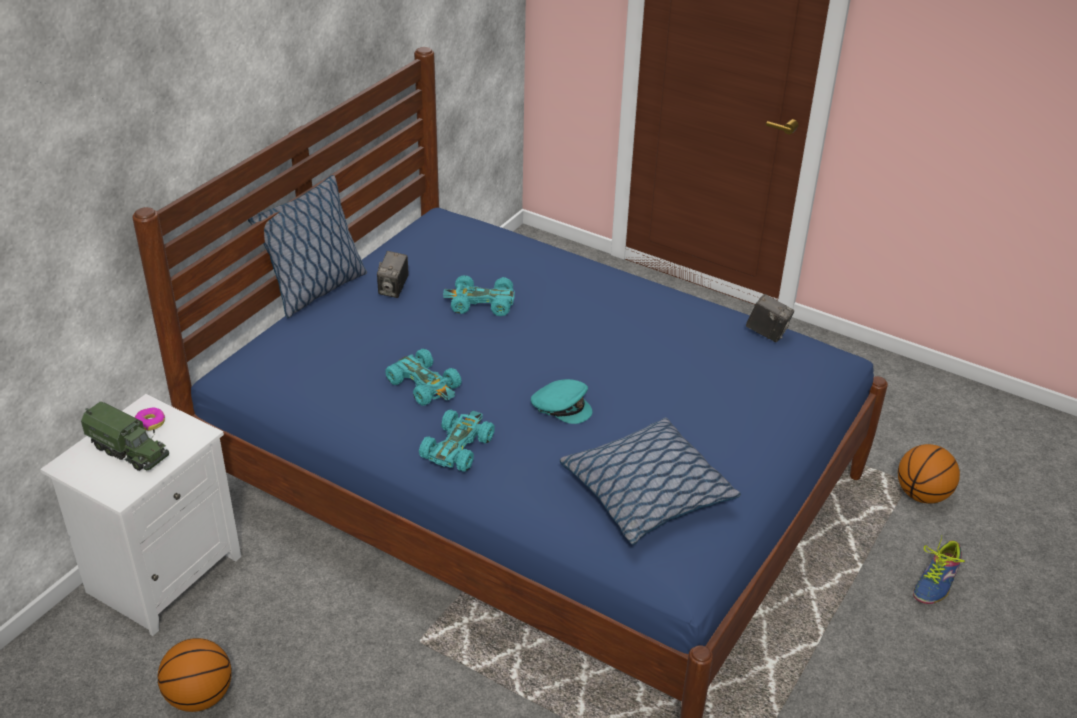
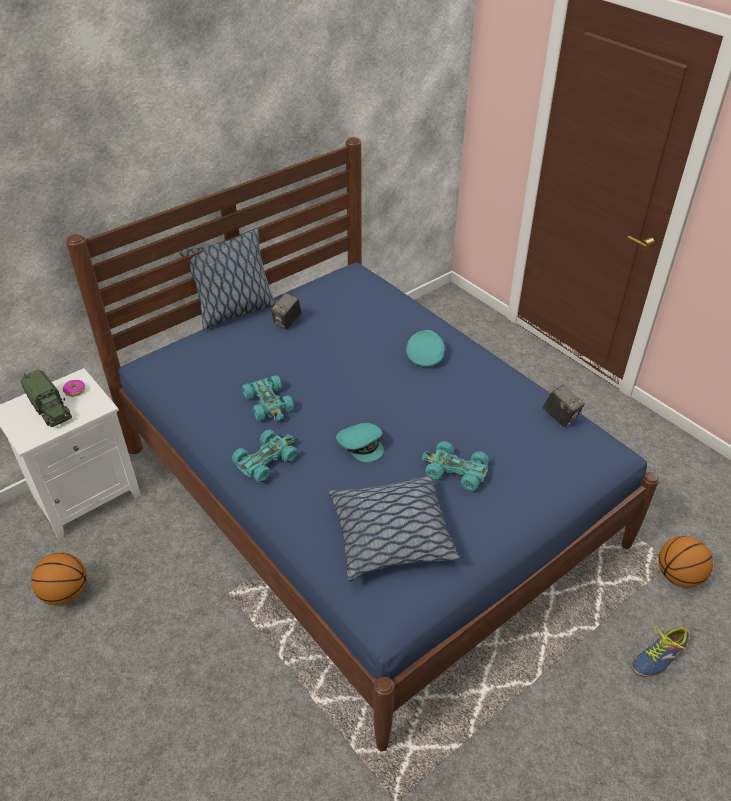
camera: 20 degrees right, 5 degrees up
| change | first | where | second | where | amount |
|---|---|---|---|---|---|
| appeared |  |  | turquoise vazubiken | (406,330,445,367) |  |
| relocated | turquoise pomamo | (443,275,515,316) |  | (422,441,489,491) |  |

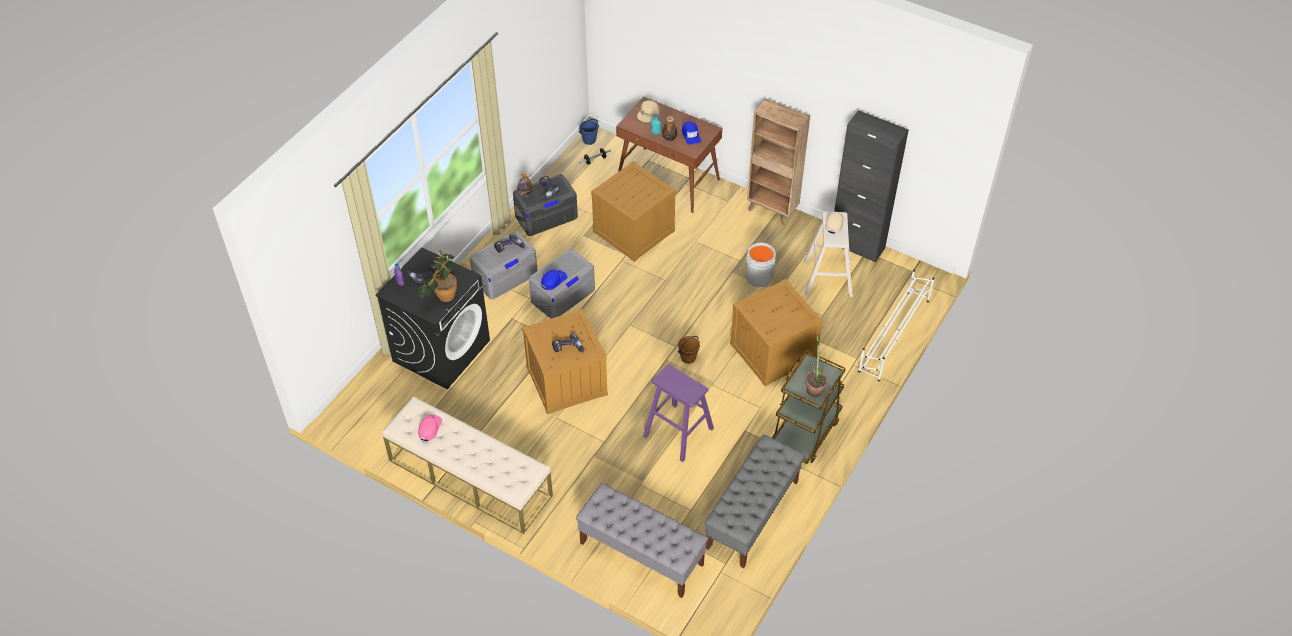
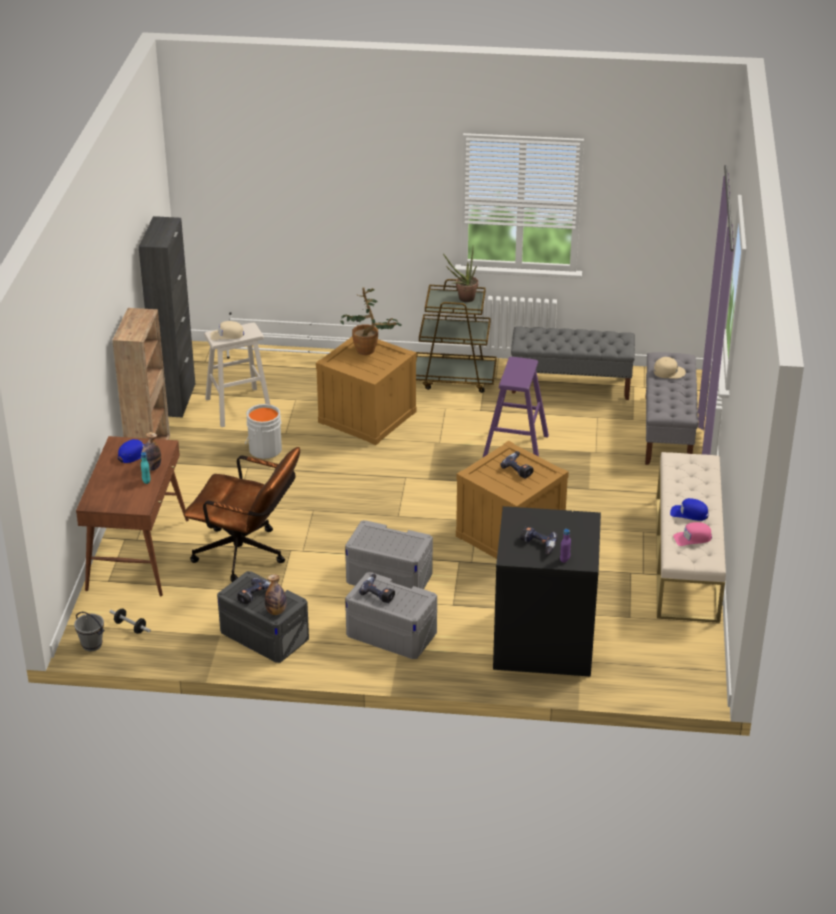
camera: 115 degrees left, 15 degrees down
| change | first | where | second | where | amount |
|---|---|---|---|---|---|
| missing | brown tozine | (678,336,700,364) |  |  |  |
| relocated | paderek | (417,250,457,302) |  | (340,287,402,355) |  |
| relocated | blue vazubiken | (541,270,568,290) |  | (670,498,708,521) |  |
| relocated | beige vazubiken | (637,100,660,122) |  | (654,357,686,379) |  |
| exchanged | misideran | (591,161,676,262) | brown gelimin | (184,447,300,582) |  |
| colour | blue tozine | (579,119,599,145) | grey tozine | (74,612,104,651) |  |

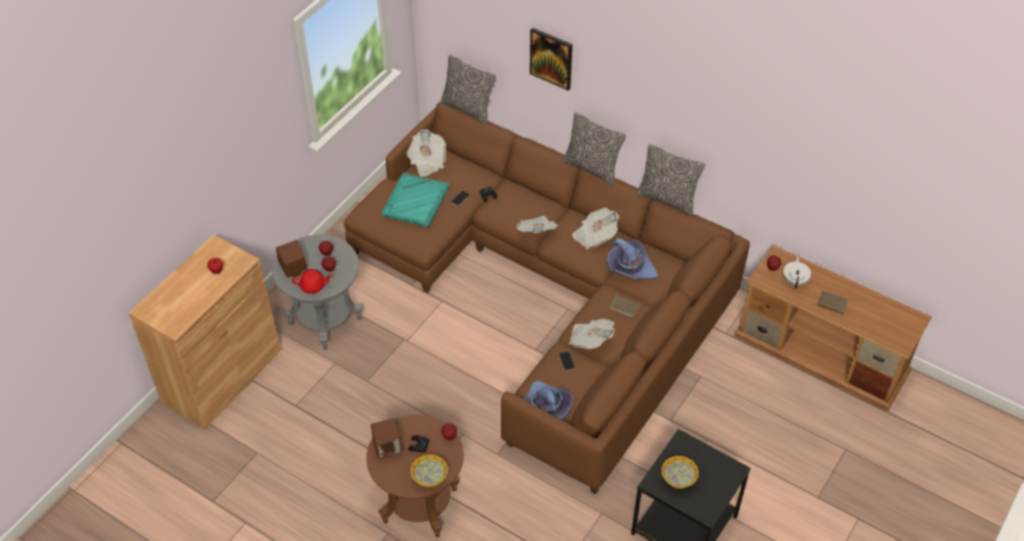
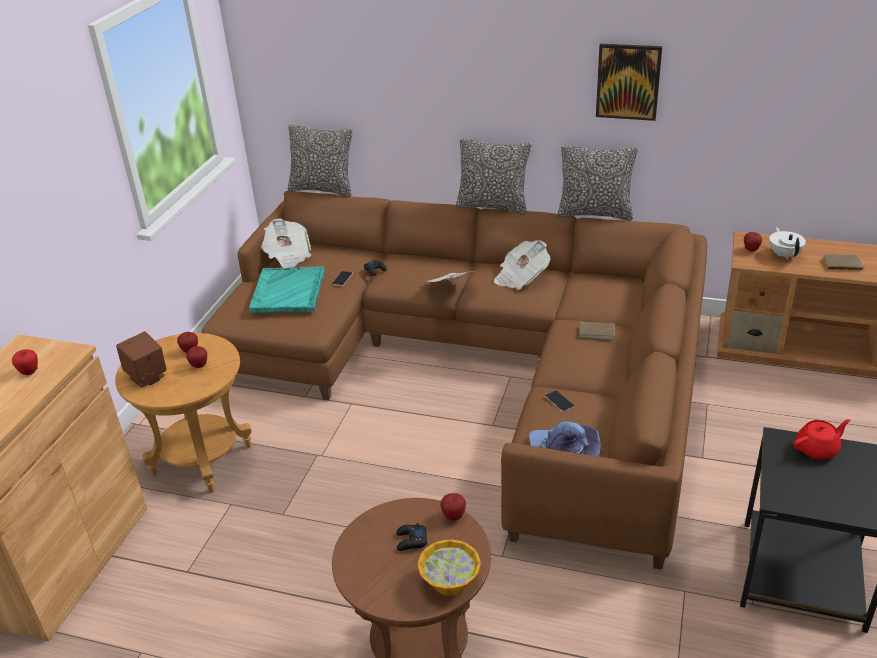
camera: 15 degrees left, 15 degrees down
| change | first | where | second | where | amount |
|---|---|---|---|---|---|
| missing | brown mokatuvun | (371,418,403,459) |  |  |  |
| missing | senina | (569,318,615,349) |  |  |  |
| missing | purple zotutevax | (607,238,658,280) |  |  |  |
| missing | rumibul | (662,456,699,489) |  |  |  |
| relocated | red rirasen | (292,269,333,294) |  | (794,419,851,459) |  |
| relocated | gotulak | (530,27,572,91) |  | (596,44,662,121) |  |
| colour | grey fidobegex | (272,235,362,350) | brown fidobegex | (115,333,252,493) |  |

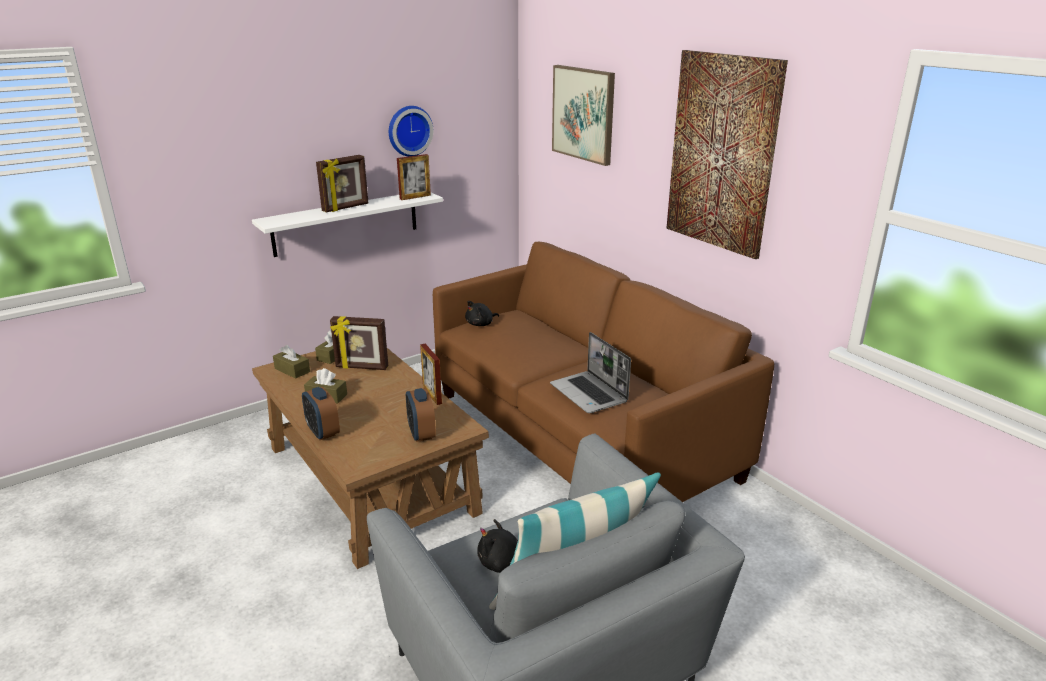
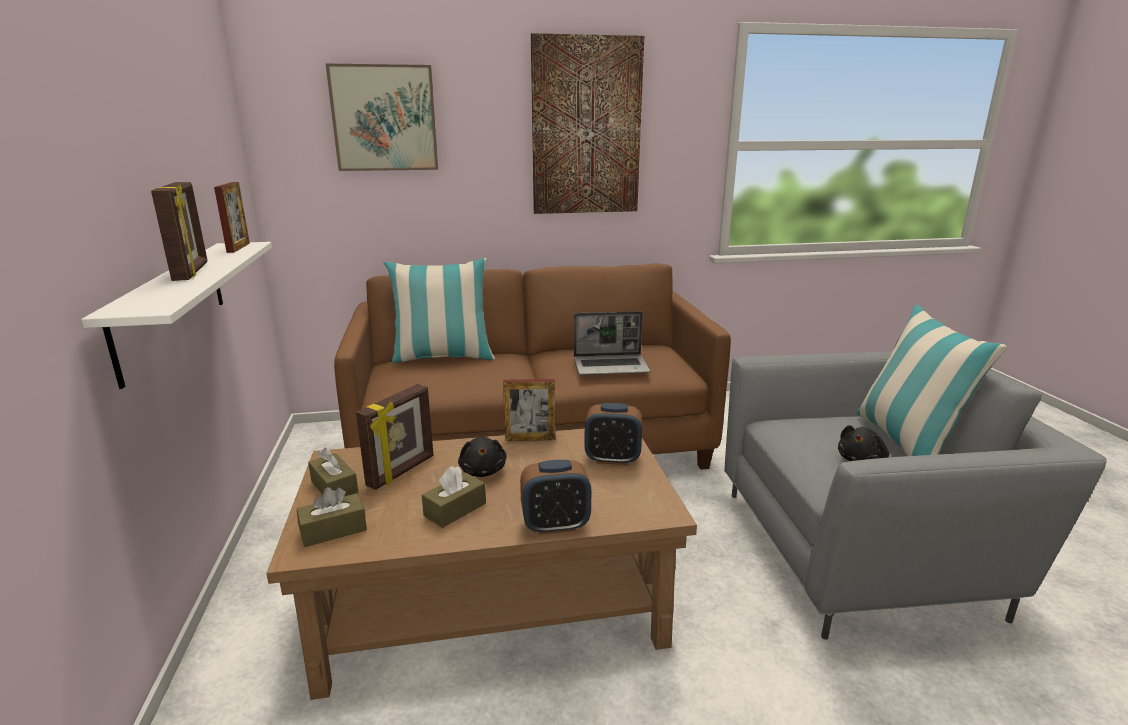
camera: 65 degrees left, 5 degrees down
| change | first | where | second | where | amount |
|---|---|---|---|---|---|
| missing | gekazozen | (389,106,433,157) |  |  |  |
| appeared |  |  | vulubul | (384,258,495,363) |  |
| relocated | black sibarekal | (465,301,499,326) |  | (458,437,507,477) |  |

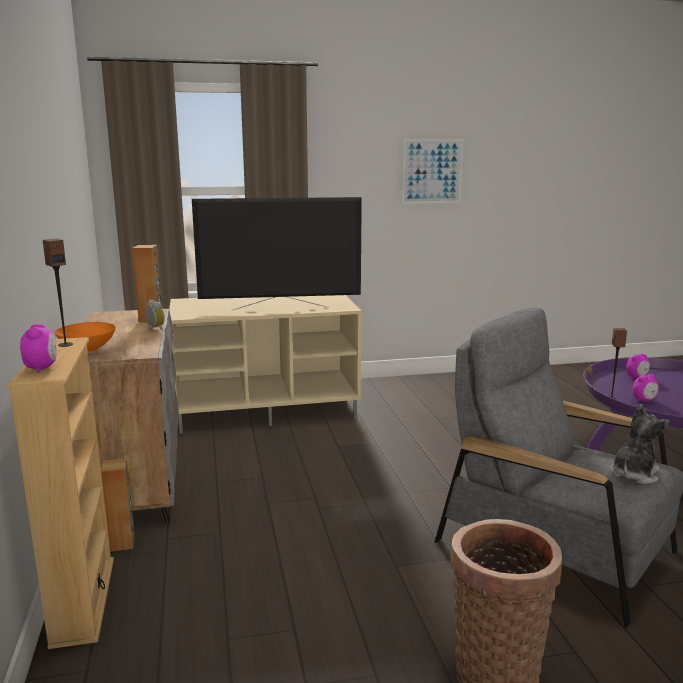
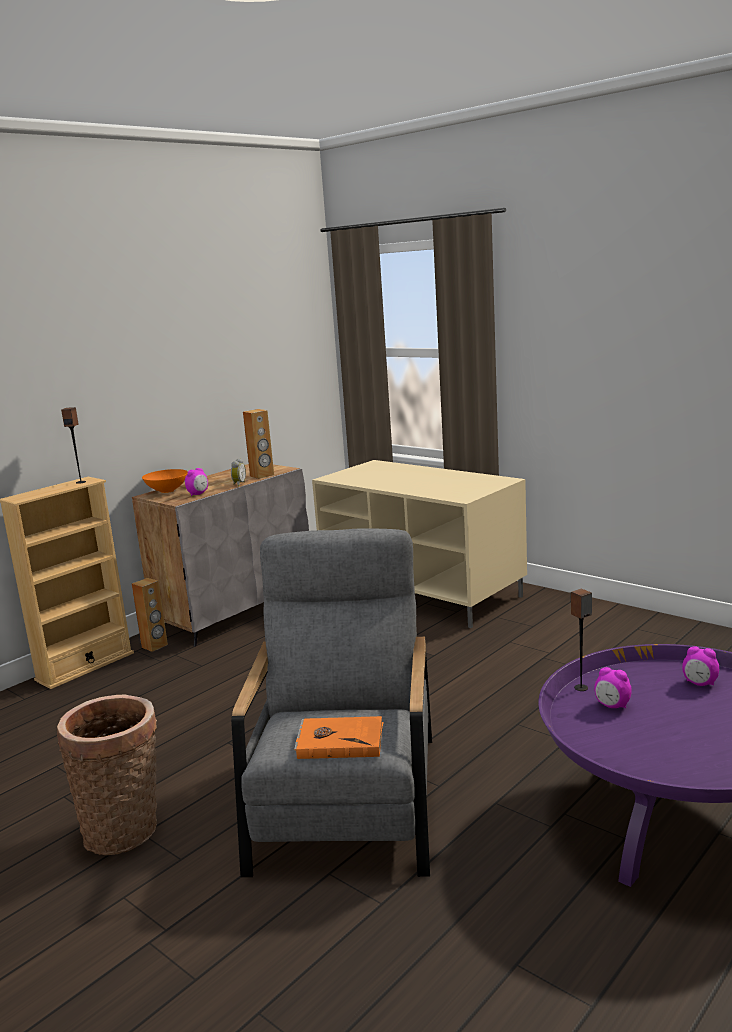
camera: 55 degrees right, 0 degrees up
| change | first | where | second | where | amount |
|---|---|---|---|---|---|
| missing | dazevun | (192,197,362,311) |  |  |  |
| missing | gotulak | (402,139,463,204) |  |  |  |
| relocated | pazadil | (20,324,57,372) |  | (185,468,208,496) |  |
| exchanged | sibarekal | (610,404,670,484) | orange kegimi | (294,716,384,759) |  |

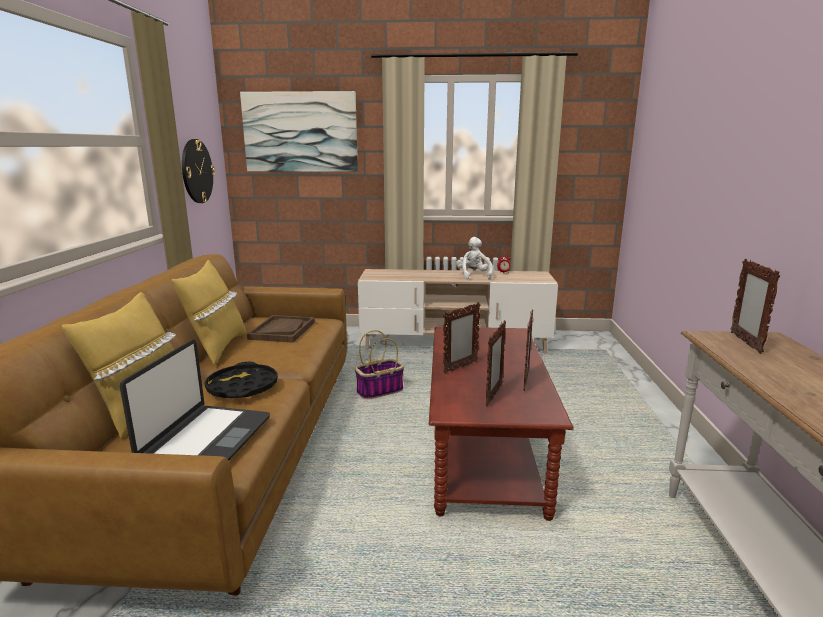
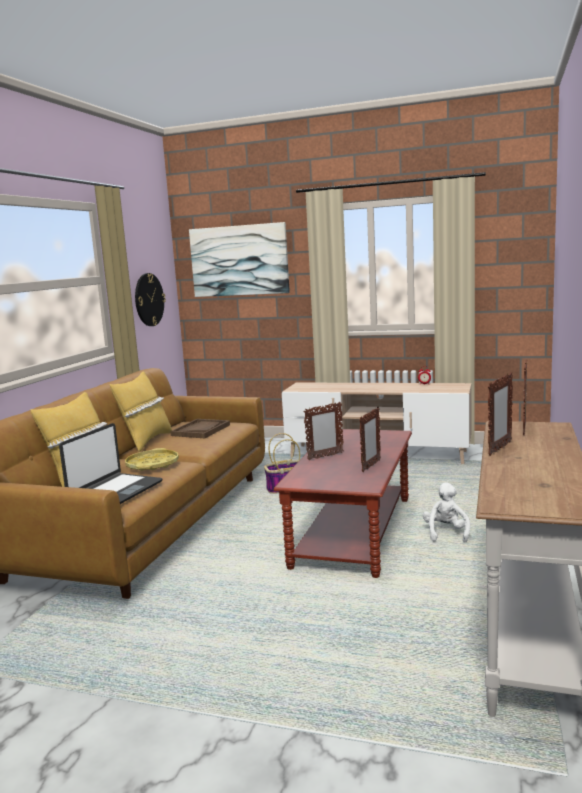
camera: 15 degrees right, 5 degrees down
| change | first | where | second | where | amount |
|---|---|---|---|---|---|
| relocated | white sibarekal | (456,237,493,280) |  | (423,482,470,543) |  |
| relocated | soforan | (486,320,506,407) |  | (488,372,513,456) |  |
| colour | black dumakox | (205,362,278,398) | yellow dumakox | (125,448,179,471) |  |

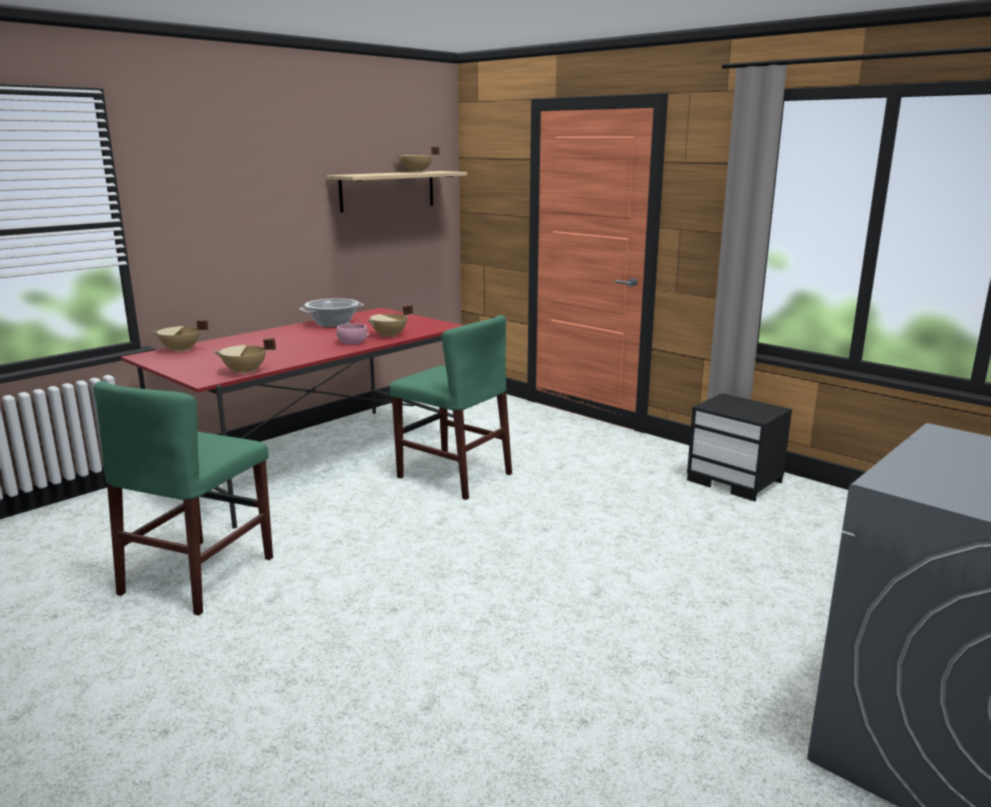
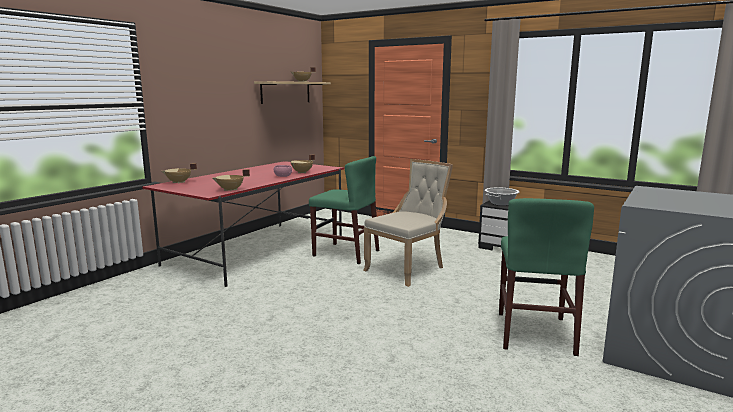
camera: 10 degrees left, 5 degrees down
| change | first | where | second | where | amount |
|---|---|---|---|---|---|
| appeared |  |  | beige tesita | (363,159,453,287) |  |
| relocated | green tesita | (94,381,273,616) |  | (499,198,594,356) |  |
| relocated | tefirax | (299,298,364,328) |  | (485,187,519,206) |  |

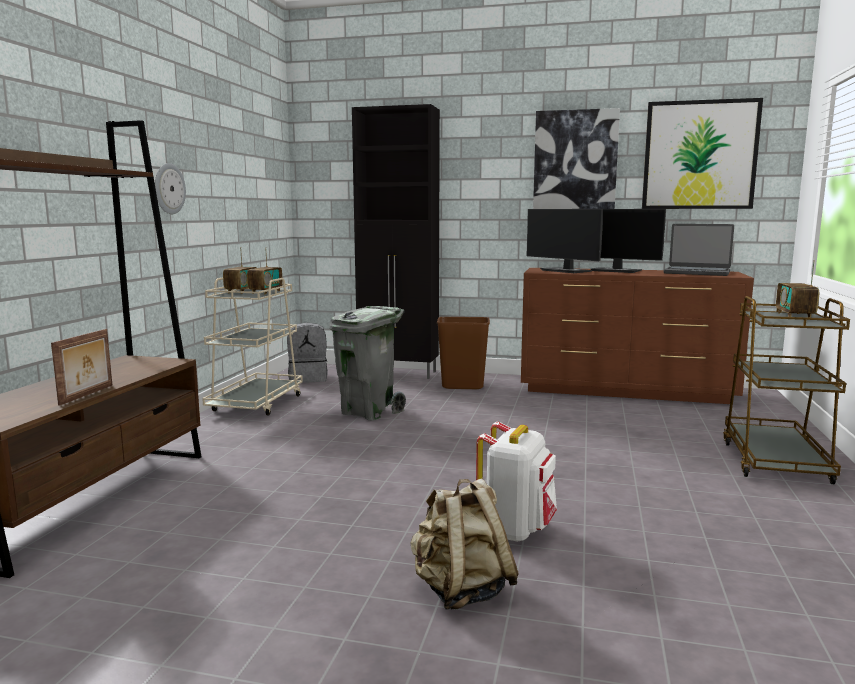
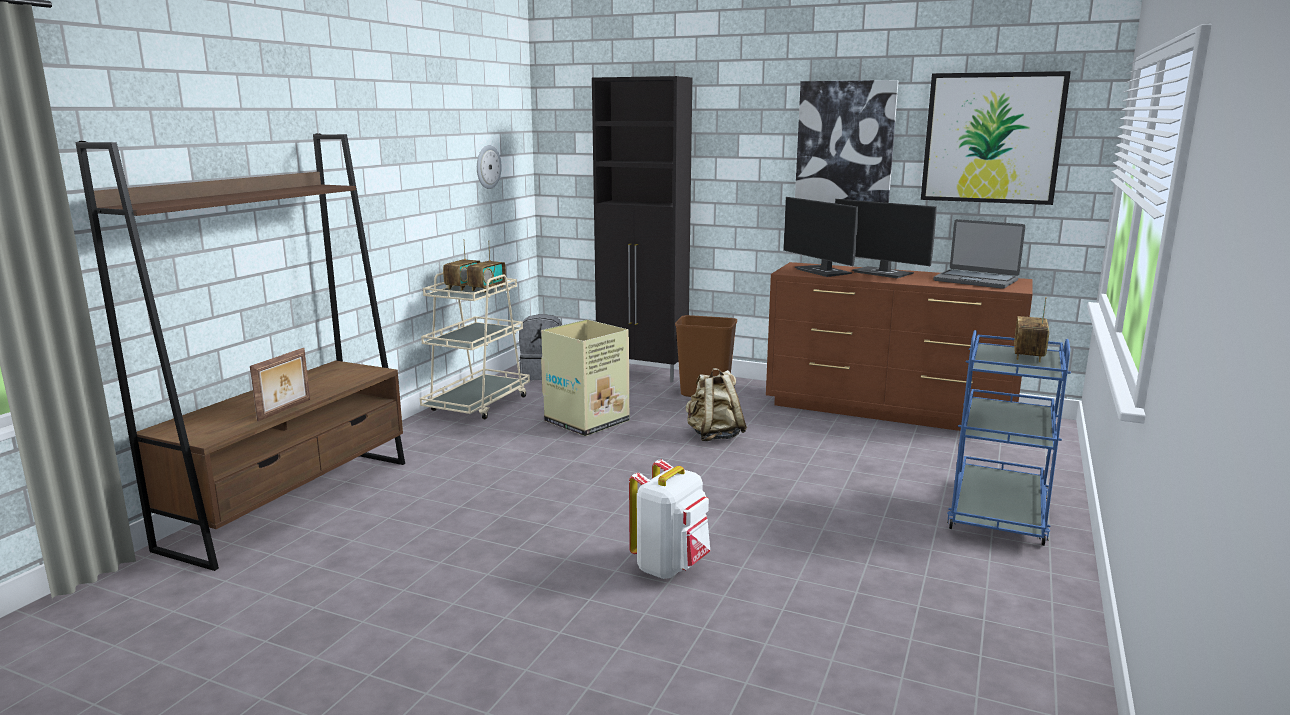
camera: 10 degrees right, 5 degrees up
| change | first | where | second | where | amount |
|---|---|---|---|---|---|
| relocated | gekazozen | (155,163,186,214) |  | (477,145,502,189) |  |
| relocated | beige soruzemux | (411,478,519,610) |  | (686,368,747,441) |  |
| exchanged | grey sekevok | (329,306,406,421) | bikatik | (541,319,629,436) |  |
| colour | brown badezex | (723,296,850,484) | blue badezex | (947,330,1071,546) |  |

